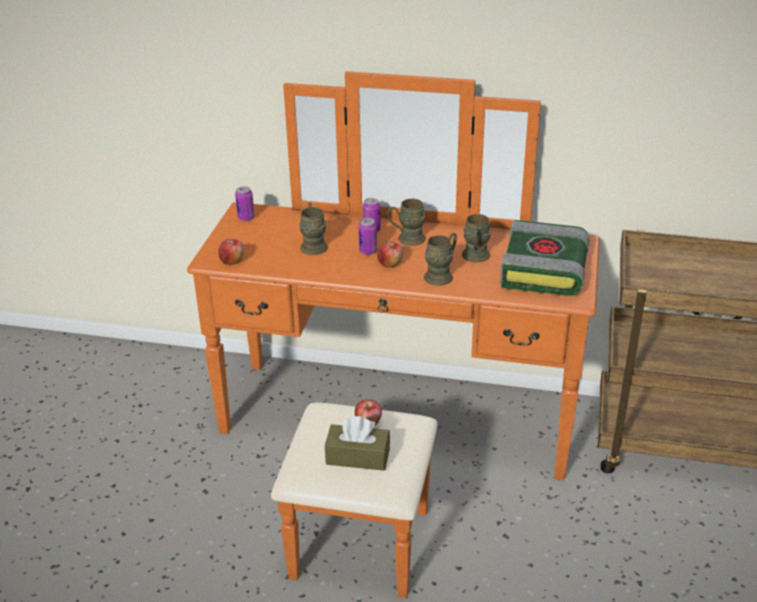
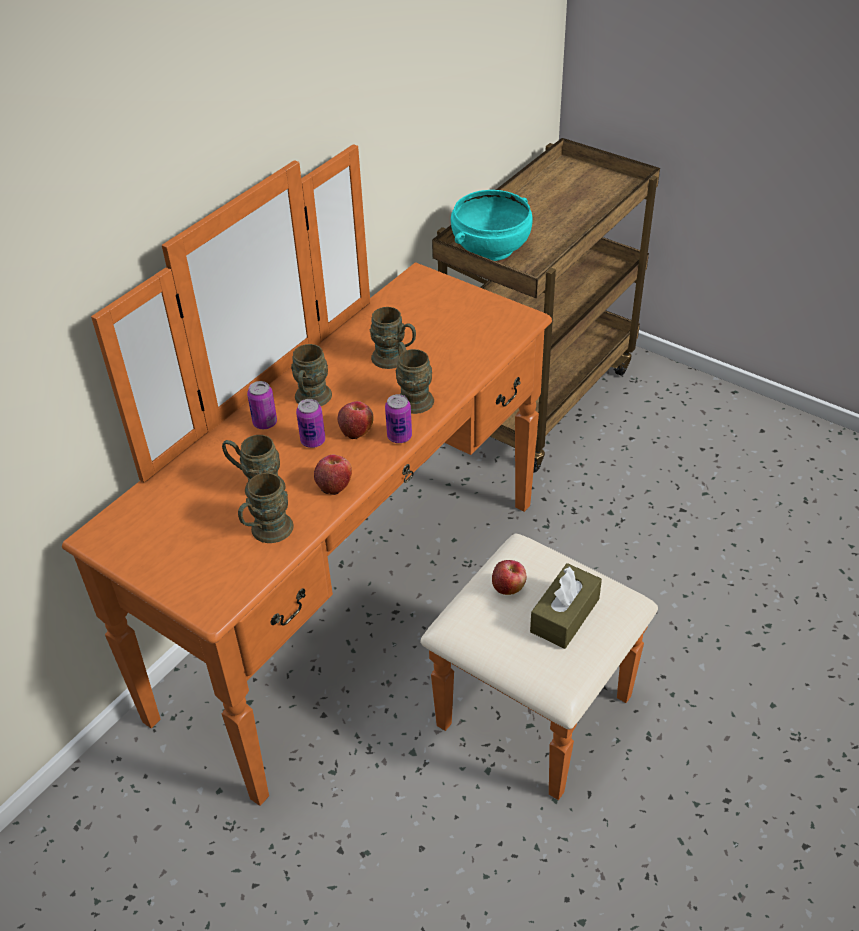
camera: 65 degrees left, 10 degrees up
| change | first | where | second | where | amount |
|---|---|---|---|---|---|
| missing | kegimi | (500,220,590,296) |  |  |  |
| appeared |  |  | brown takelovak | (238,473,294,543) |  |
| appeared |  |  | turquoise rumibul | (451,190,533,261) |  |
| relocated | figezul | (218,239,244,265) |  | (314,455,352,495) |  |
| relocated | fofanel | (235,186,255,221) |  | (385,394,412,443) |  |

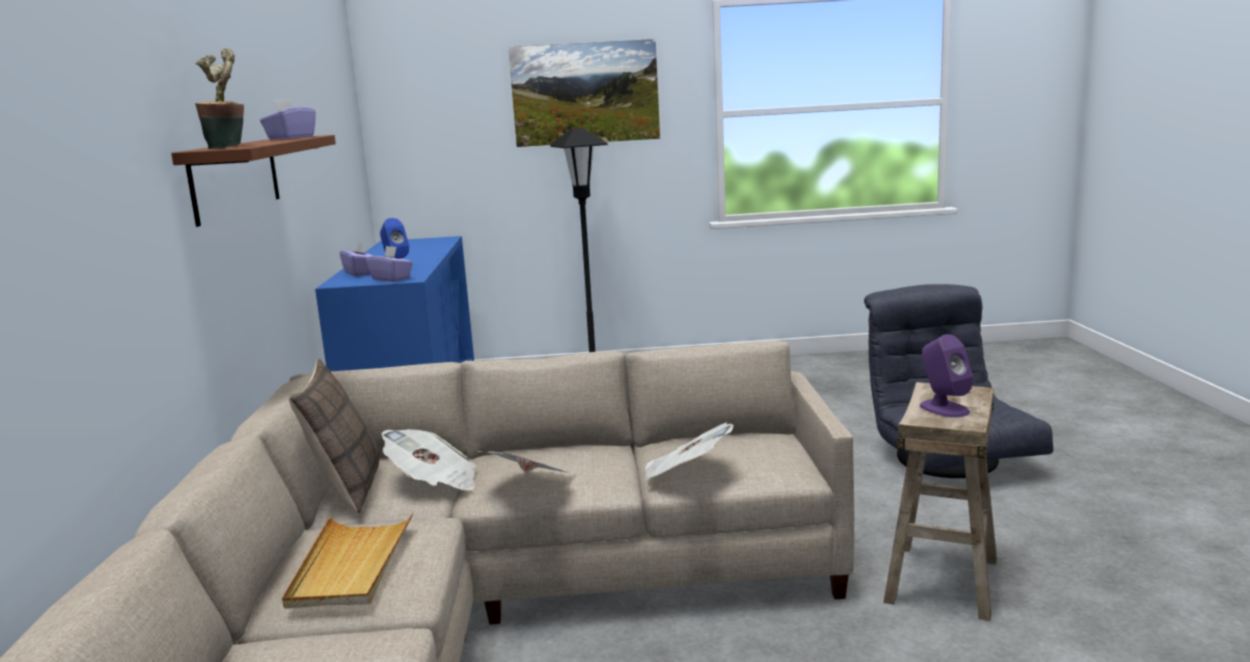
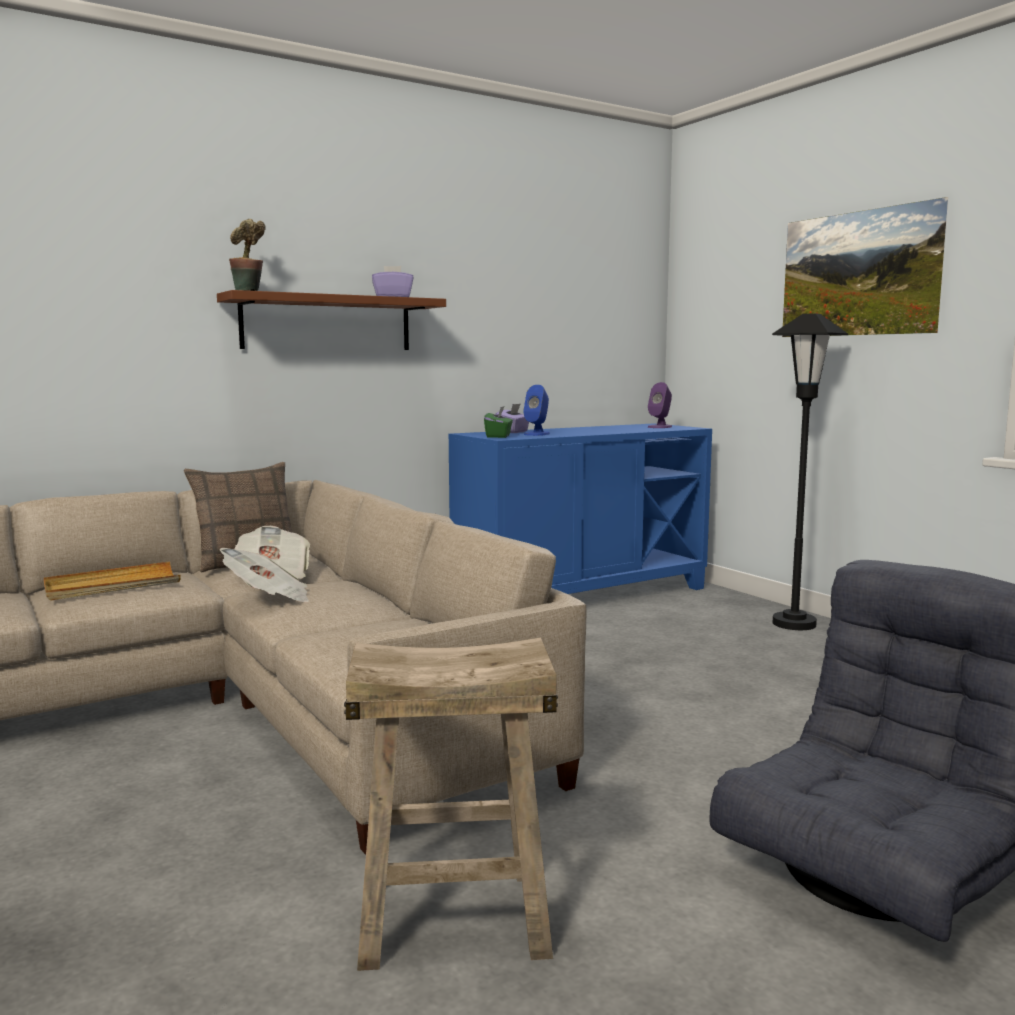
camera: 60 degrees right, 5 degrees down
| change | first | where | second | where | amount |
|---|---|---|---|---|---|
| missing | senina | (644,422,733,481) |  |  |  |
| relocated | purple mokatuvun | (920,334,973,418) |  | (648,382,672,428) |  |
| colour | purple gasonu | (366,246,413,282) | green gasonu | (484,406,513,438) |  |

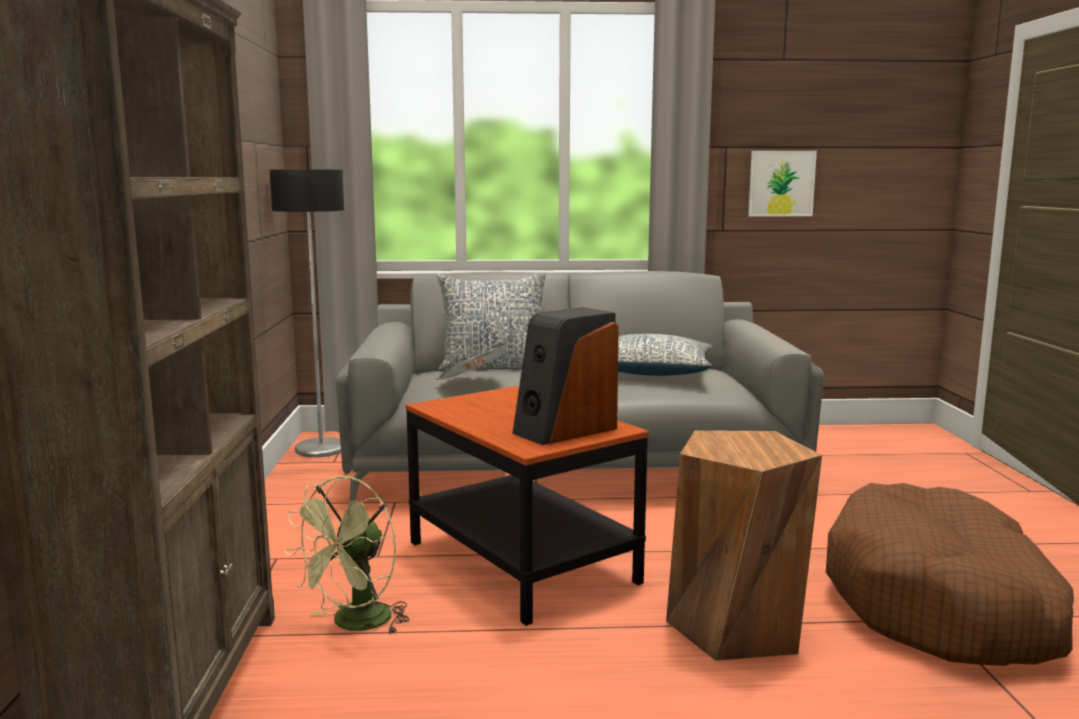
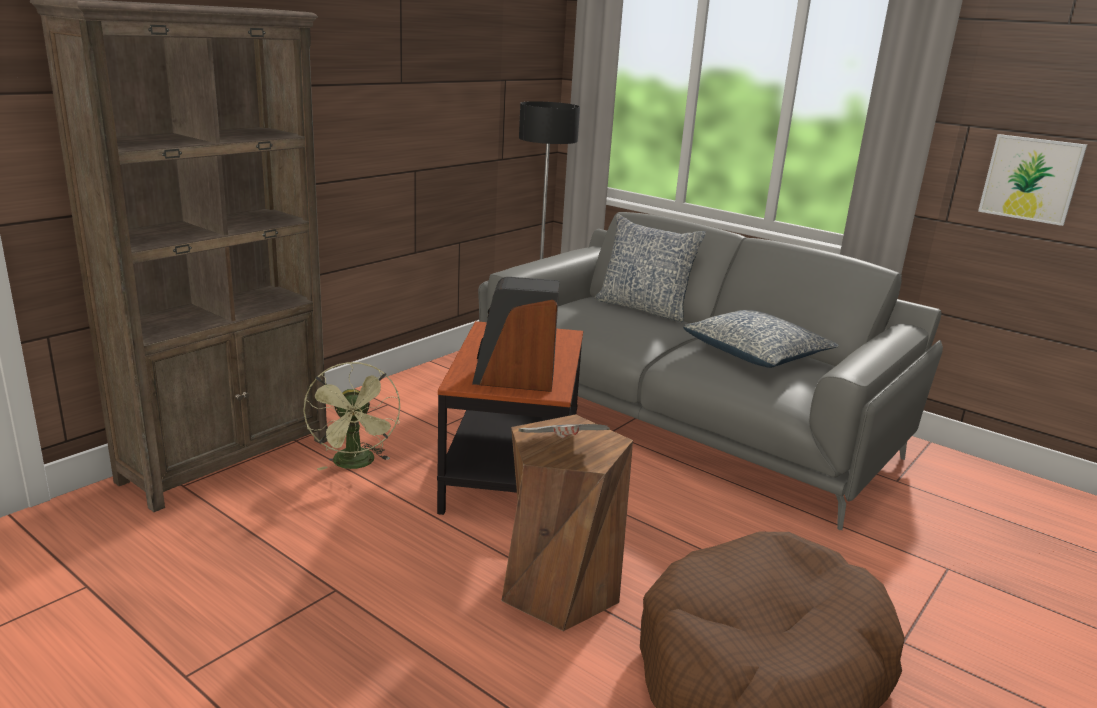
camera: 40 degrees right, 10 degrees up
| change | first | where | second | where | amount |
|---|---|---|---|---|---|
| relocated | senina | (436,347,506,380) |  | (518,424,610,439) |  |
| spun | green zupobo | (285,476,409,635) |  | (303,362,400,471) | 90 degrees counterclockwise |

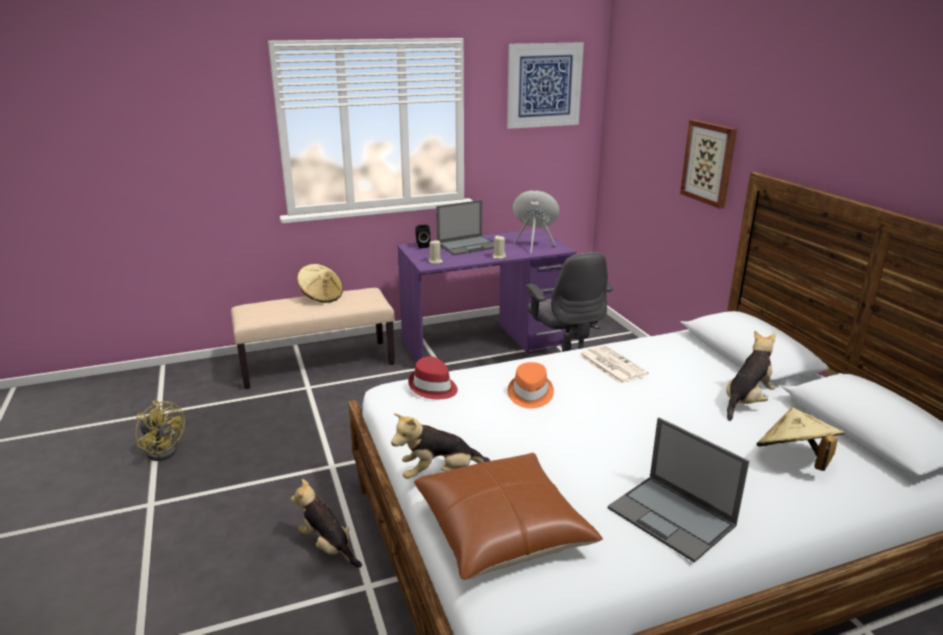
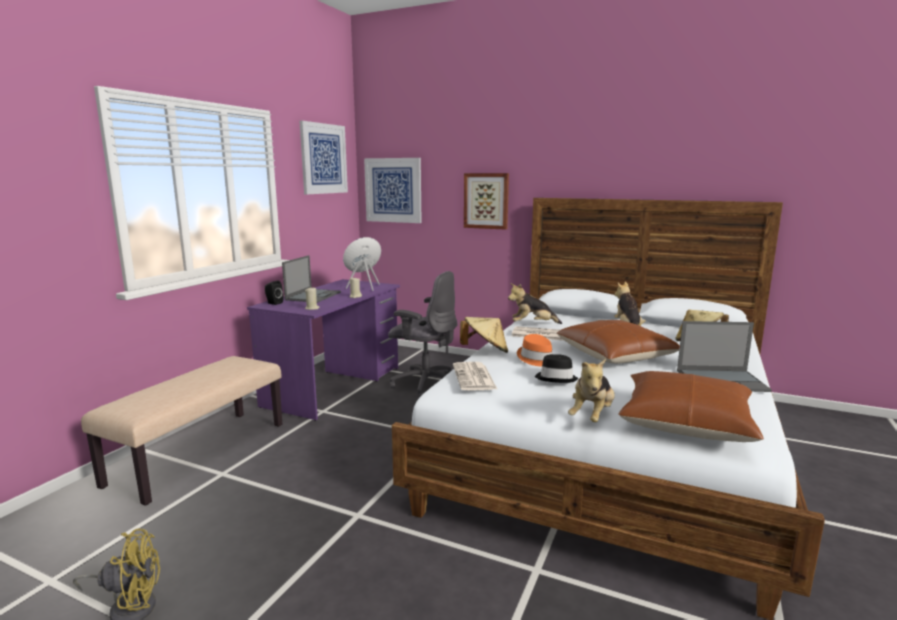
camera: 45 degrees left, 10 degrees down
| change | first | where | second | where | amount |
|---|---|---|---|---|---|
| appeared |  |  | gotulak | (364,158,422,223) |  |
| appeared |  |  | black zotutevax | (535,354,578,383) |  |
| appeared |  |  | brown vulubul | (557,320,680,364) |  |
| relocated | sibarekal | (291,479,362,568) |  | (508,283,562,324) |  |
| relocated | beige zotutevax | (297,264,343,303) |  | (460,317,508,353) |  |
| exchanged | red zotutevax | (408,356,458,399) | senina | (453,362,498,391) |  |

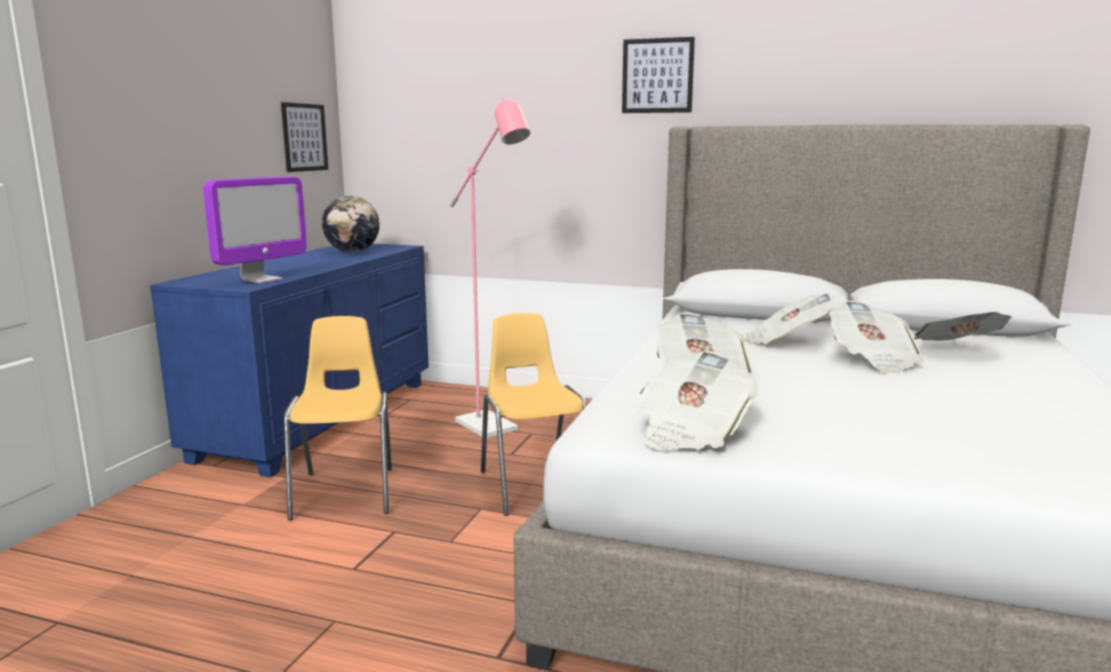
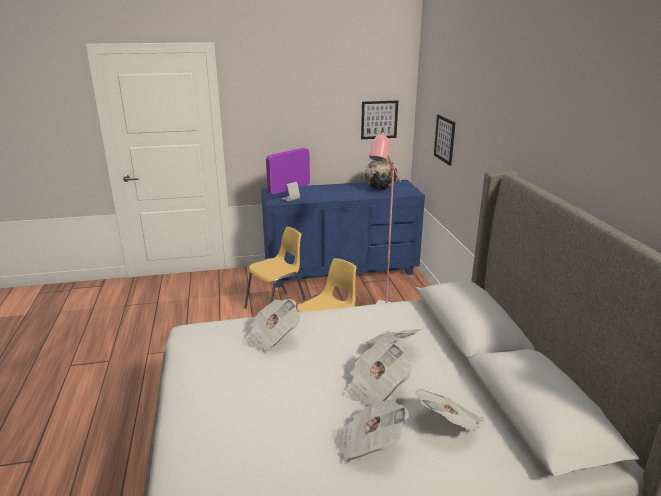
camera: 60 degrees right, 10 degrees up
| change | first | where | second | where | amount |
|---|---|---|---|---|---|
| relocated | gotulak | (622,37,695,113) |  | (434,115,455,166) |  |
| relocated | senina | (639,351,758,450) |  | (332,399,409,462) |  |
| spun | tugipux | (203,177,307,283) |  | (266,148,310,202) | 135 degrees clockwise |

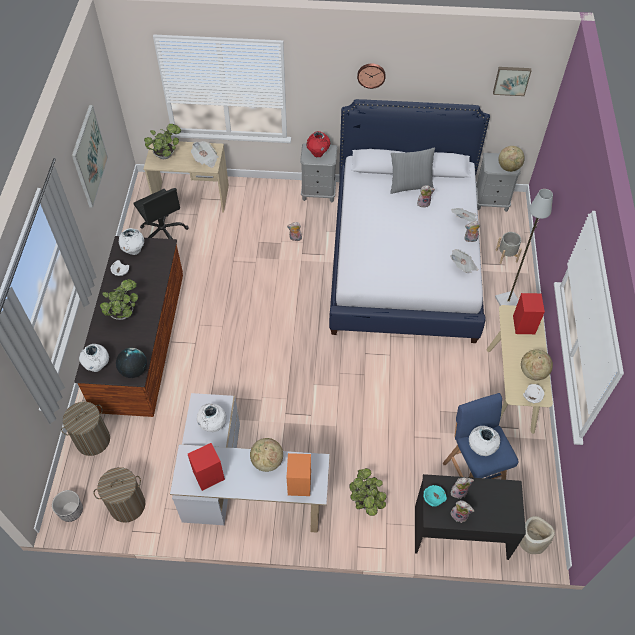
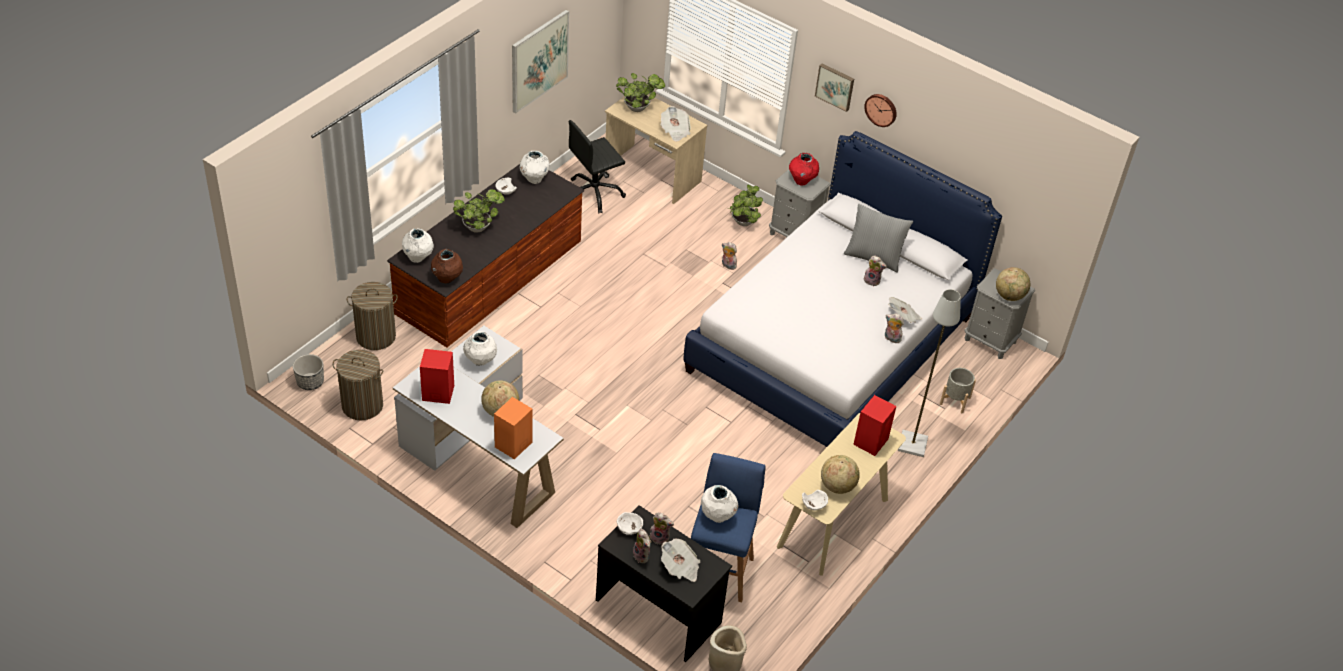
camera: 30 degrees right, 10 degrees down
| change | first | where | second | where | amount |
|---|---|---|---|---|---|
| relocated | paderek | (350,468,387,516) |  | (728,185,763,226) |  |
| relocated | senina | (450,249,478,273) |  | (661,539,700,582) |  |
| relocated | gotulak | (493,67,531,96) |  | (815,63,854,112) |  |
| exchanged | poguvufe | (116,348,147,378) | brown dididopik | (431,249,463,283) |  |
| colour | turquoise rumibul | (423,485,447,507) | white rumibul | (617,512,643,535) |  |
| spun | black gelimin | (133,188,189,239) |  | (569,120,626,213) | 60 degrees clockwise |

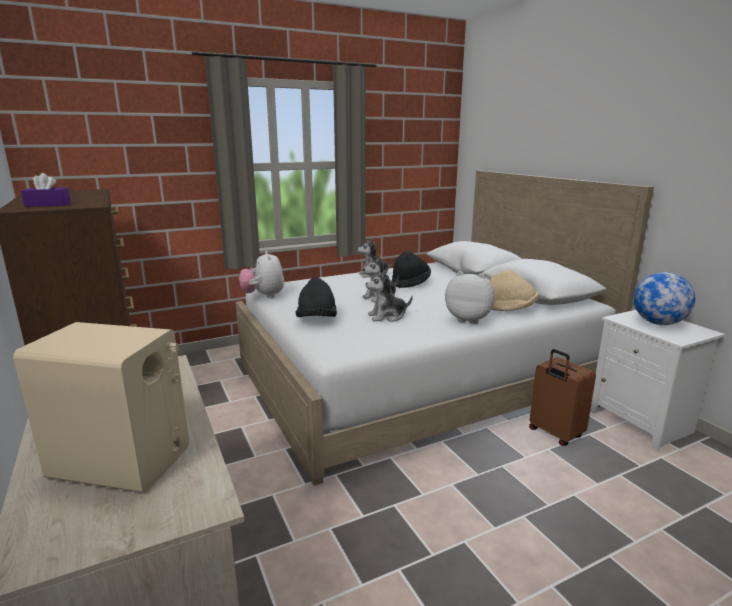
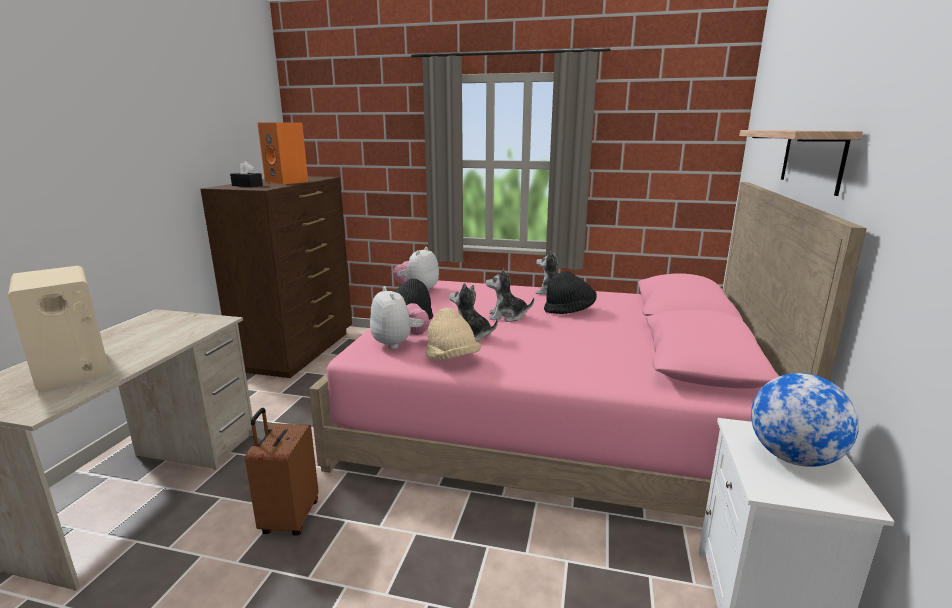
camera: 40 degrees right, 0 degrees up
| change | first | where | second | where | amount |
|---|---|---|---|---|---|
| appeared |  |  | orange mokatuvun | (257,122,308,184) |  |
| appeared |  |  | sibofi | (739,130,863,196) |  |
| relocated | sibarekal | (445,271,495,324) |  | (370,286,429,349) |  |
| relocated | beige zotutevax | (489,270,539,311) |  | (425,308,481,360) |  |
| relocated | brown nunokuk | (529,349,596,446) |  | (245,408,318,536) |  |
| colour | purple gasonu | (21,173,71,207) | black gasonu | (230,161,263,187) |  |
| colour | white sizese | (235,171,654,486) | pink sizese | (309,182,867,518) |  |

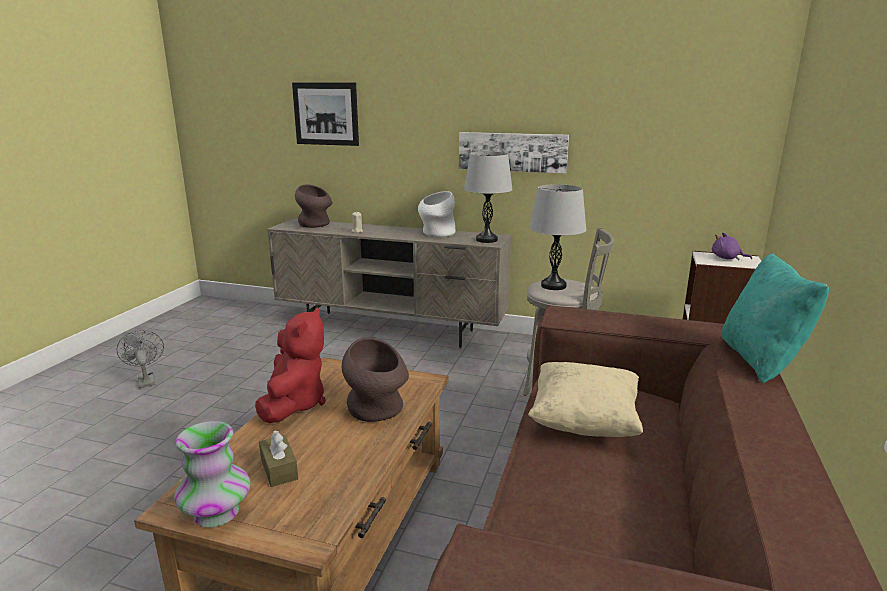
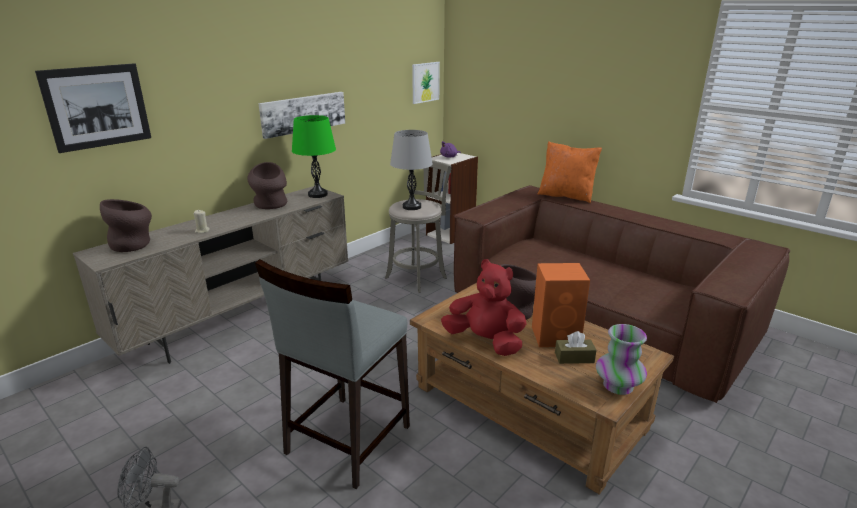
camera: 65 degrees left, 5 degrees up
| change | first | where | second | where | amount |
|---|---|---|---|---|---|
| missing | beige vulubul | (528,362,643,437) |  |  |  |
| appeared |  |  | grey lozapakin | (255,259,410,489) |  |
| appeared |  |  | gotulak | (412,62,440,104) |  |
| appeared |  |  | orange mokatuvun | (532,263,590,347) |  |
| colour | white dididopik | (418,191,456,237) | brown dididopik | (247,162,287,209) |  |
| colour | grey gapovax | (464,152,513,243) | green gapovax | (292,115,336,198) |  |
| colour | turquoise vulubul | (721,253,829,384) | orange vulubul | (537,141,602,203) |  |

